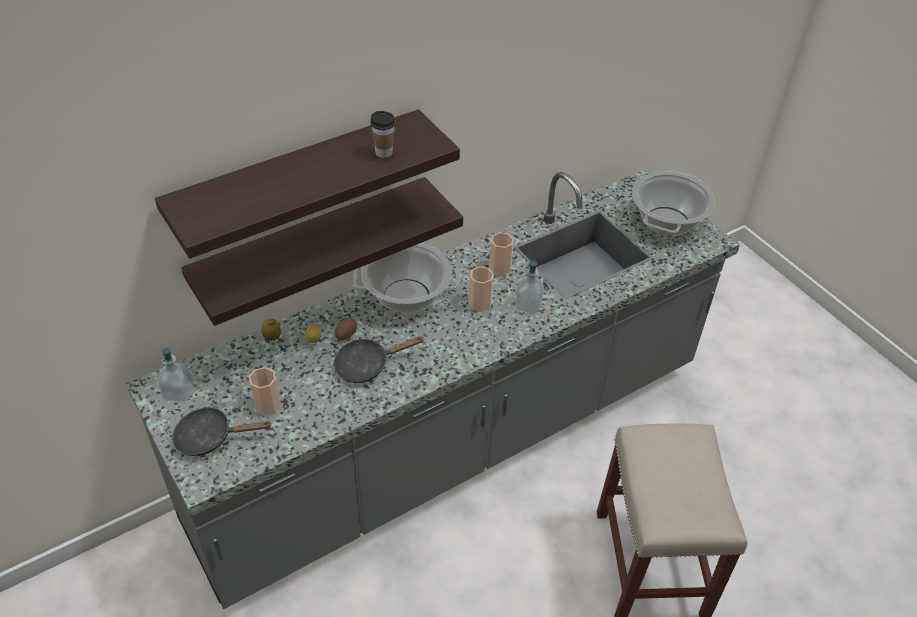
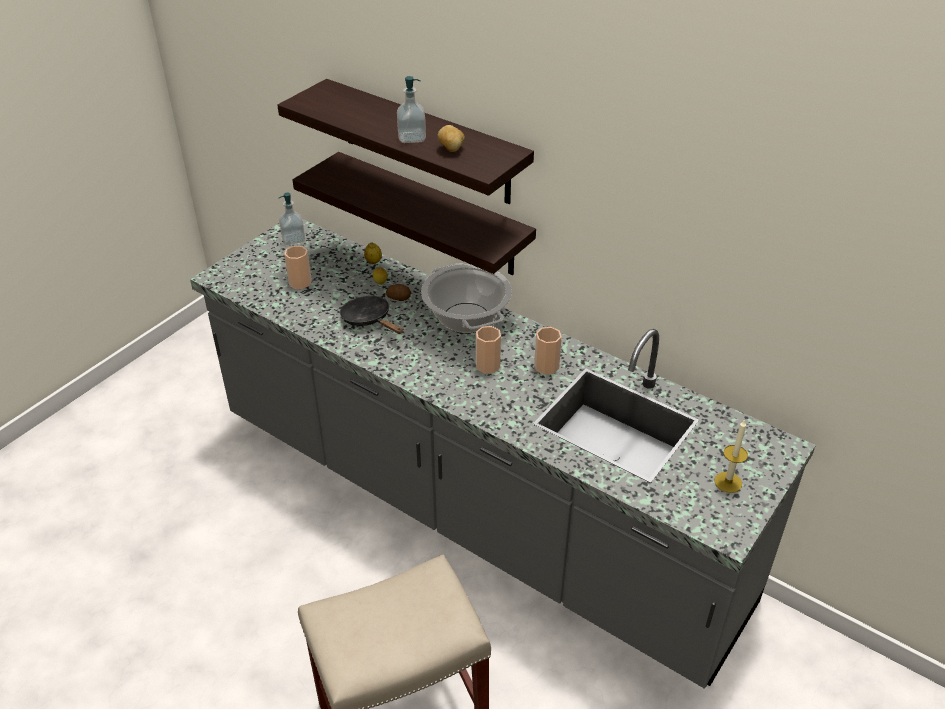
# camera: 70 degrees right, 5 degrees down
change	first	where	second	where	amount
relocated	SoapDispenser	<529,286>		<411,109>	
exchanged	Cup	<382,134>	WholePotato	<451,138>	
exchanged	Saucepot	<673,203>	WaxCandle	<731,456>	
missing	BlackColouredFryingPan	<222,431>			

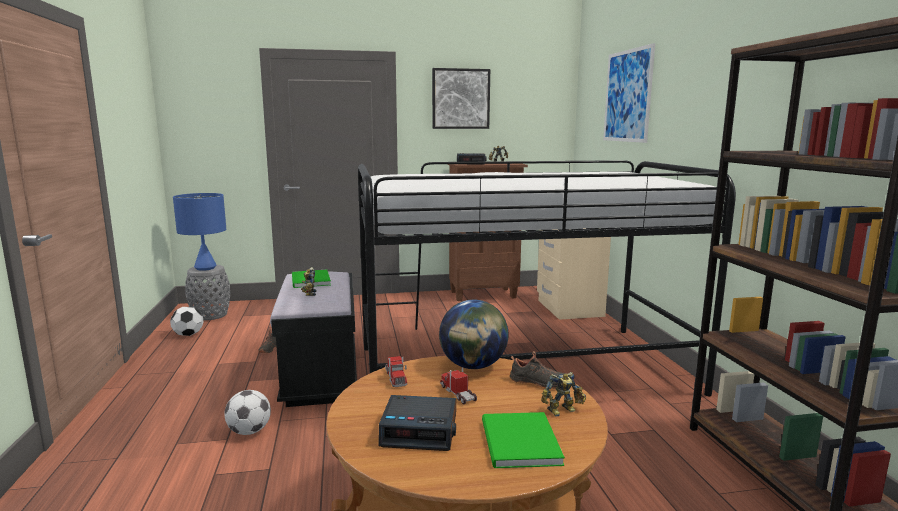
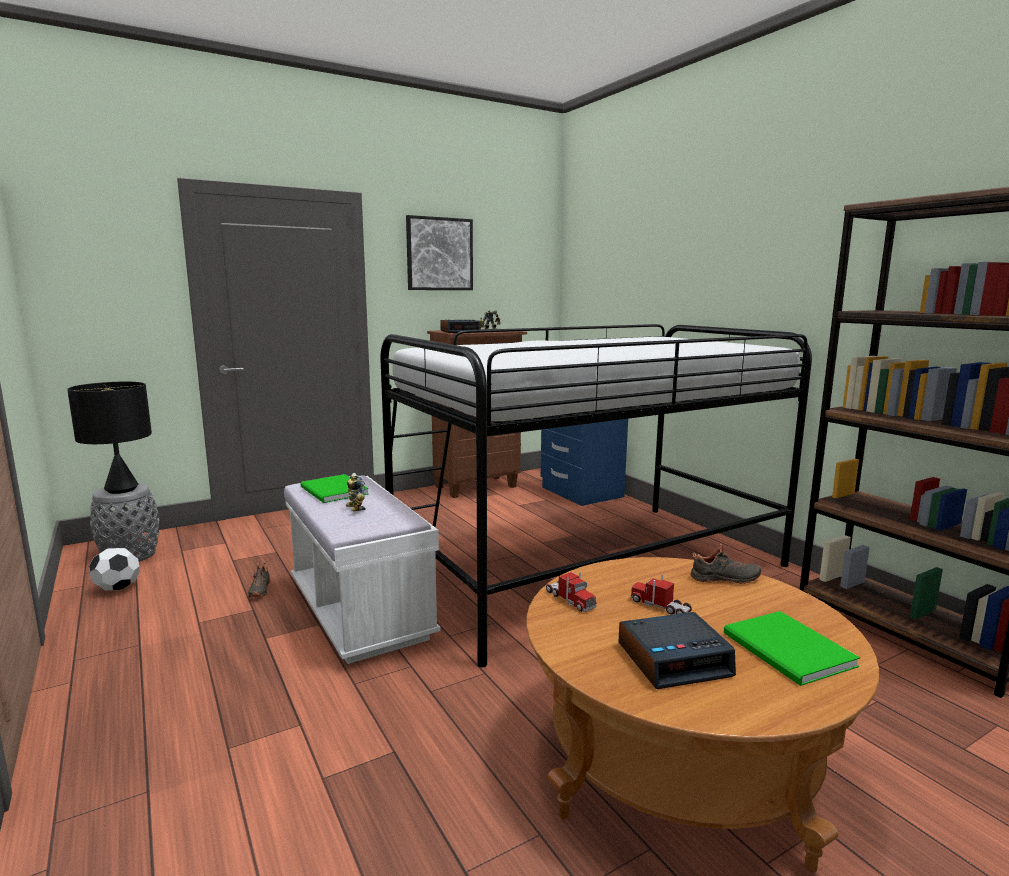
# camera: 20 degrees left, 0 degrees up
change	first	where	second	where	amount
colour	BlueTabletopLamp	<199,232>	BlackColouredTabletopLamp	<109,438>	
colour	BlackColouredBench	<313,339>	WhiteBench	<362,570>	
colour	BeigeBedsideTable	<574,274>	BlueBedsideTable	<584,461>	
missing	Football	<247,412>			
missing	Globe	<474,334>			
missing	ModelRobot	<563,394>			
missing	Picture	<629,93>			

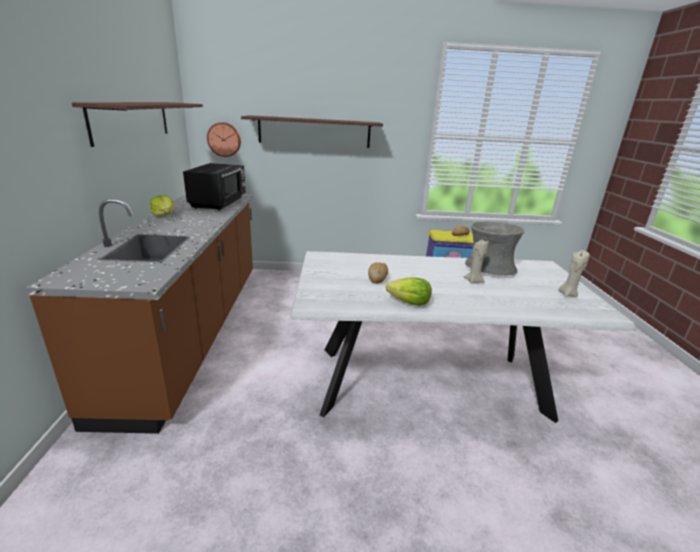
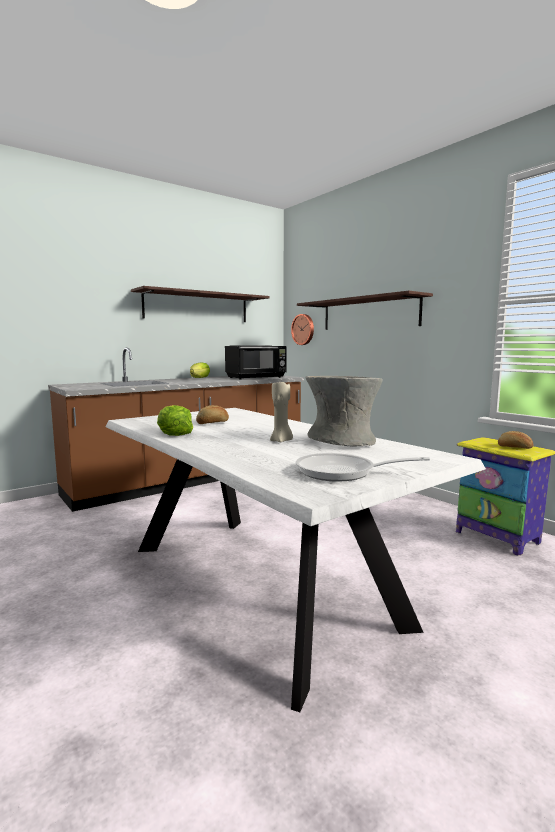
# camera: 55 degrees right, 15 degrees down
change	first	where	second	where	amount
exchanged	BeigeWaxCandle	<574,273>	FryingPan	<363,467>	

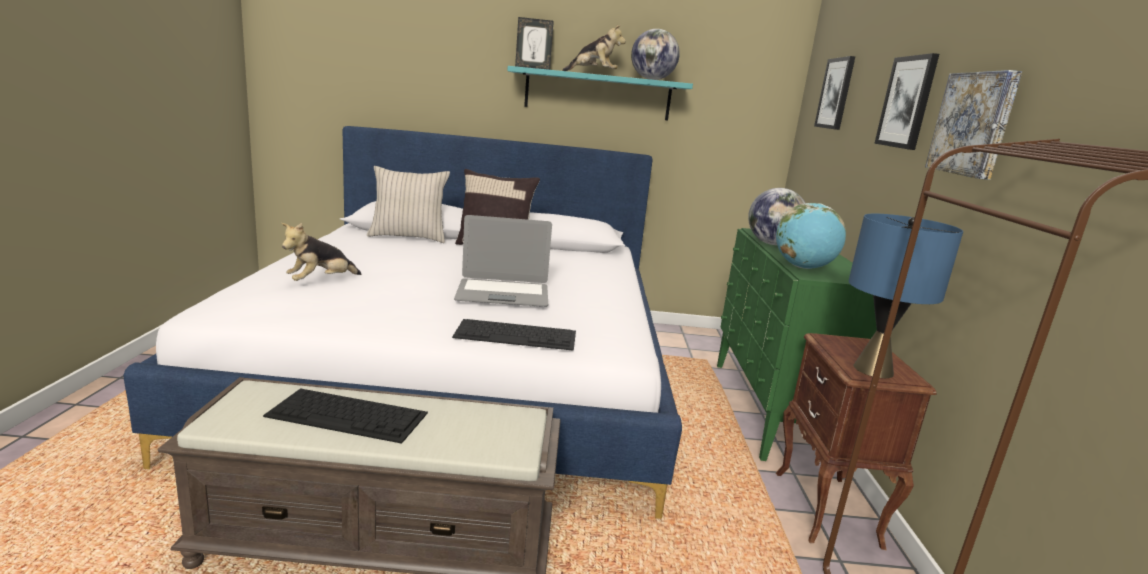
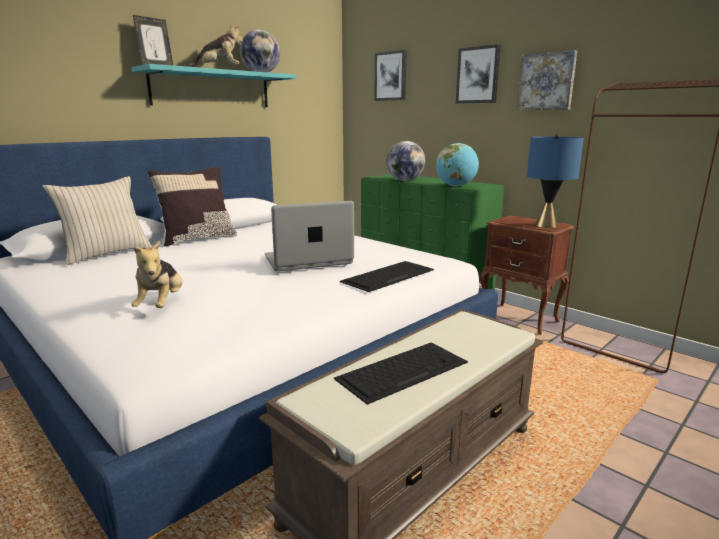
# camera: 45 degrees left, 0 degrees up
change	first	where	second	where	amount
spun	Laptop	<503,261>		<309,236>	150 degrees counterclockwise

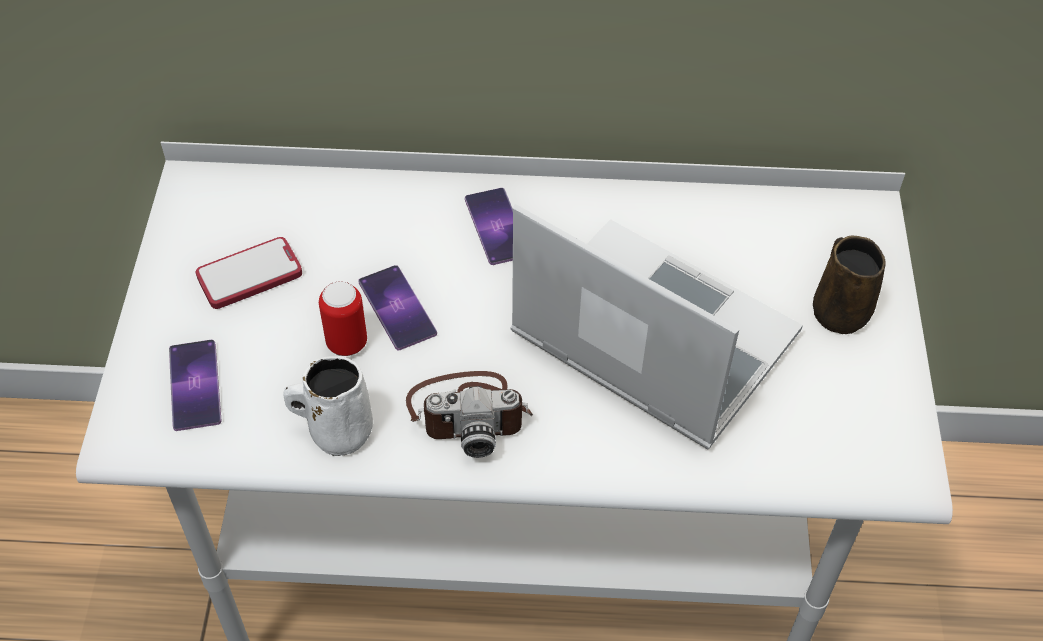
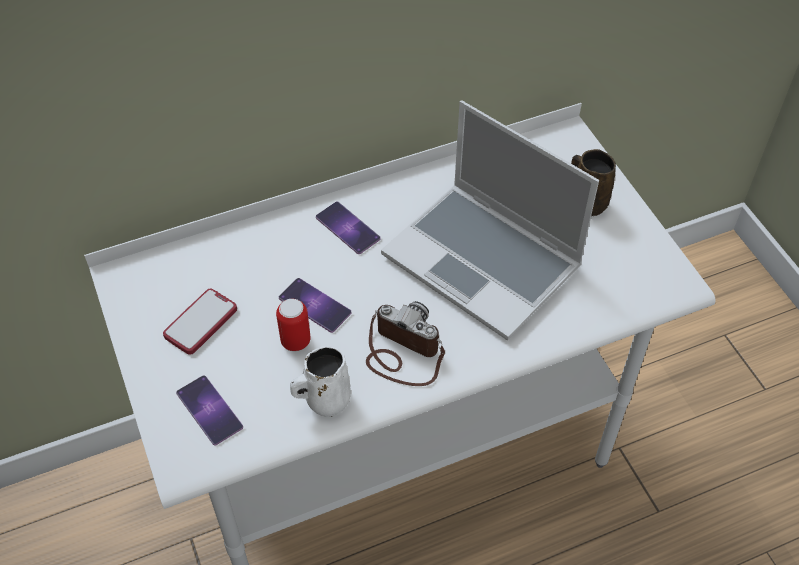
# camera: 25 degrees left, 0 degrees up
change	first	where	second	where	amount
spun	PhotoCamera	<469,414>		<405,343>	120 degrees counterclockwise
spun	Laptop	<657,327>		<490,220>	150 degrees counterclockwise

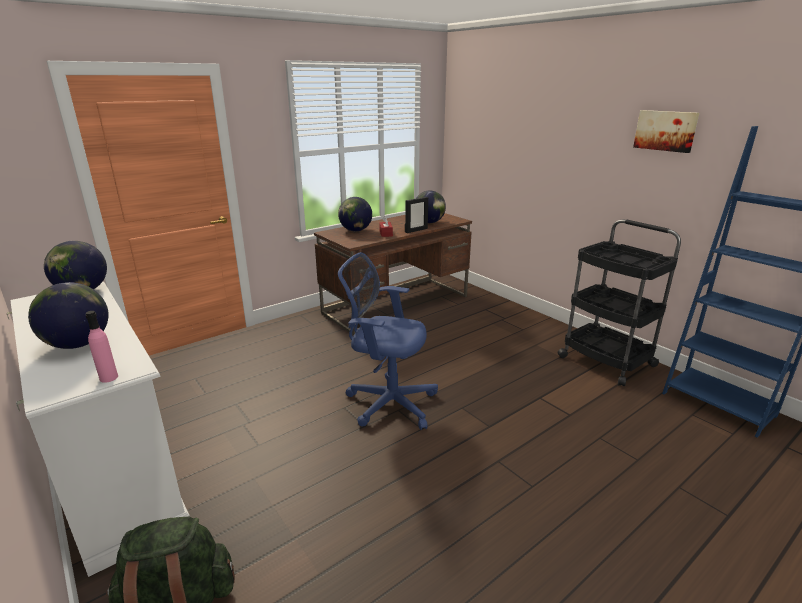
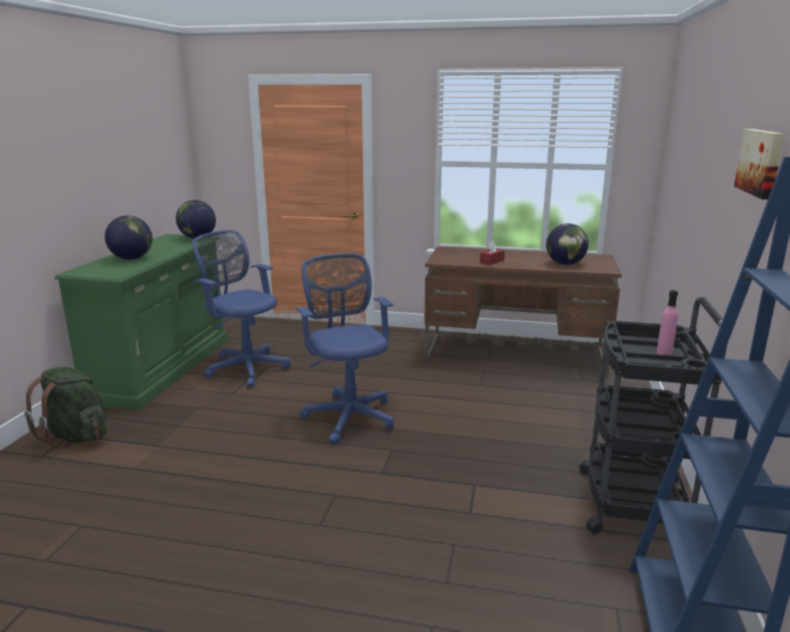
# camera: 50 degrees right, 5 degrees down
change	first	where	second	where	amount
colour	WhiteStorageCabinet	<98,429>	GreenColouredStorageCabinet	<141,322>	
appeared			BlueOfficeChair	<241,308>	
relocated	PinkBottle	<101,347>		<667,323>	
missing	Globe	<355,214>			
missing	PictureFrame	<416,215>			

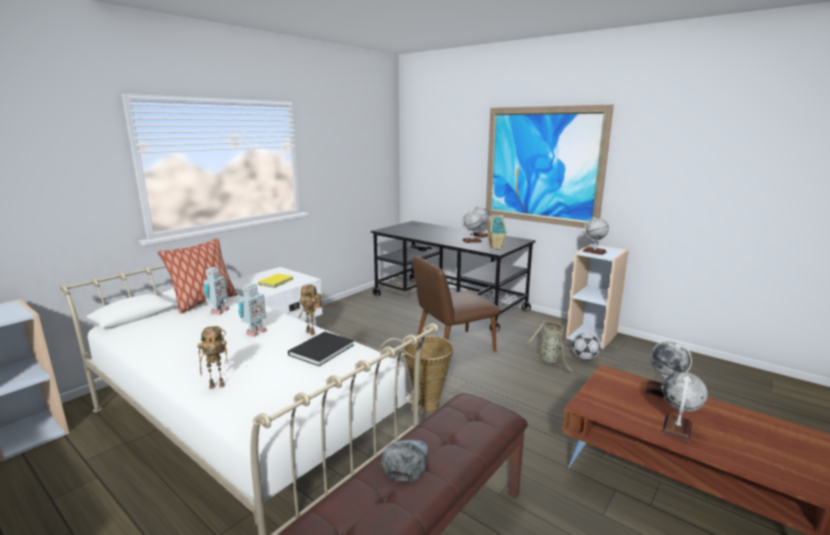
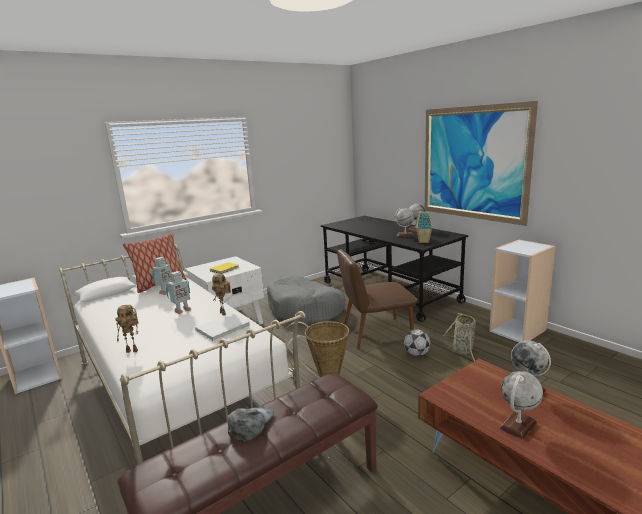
# camera: 15 degrees right, 0 degrees up
change	first	where	second	where	amount
colour	BlackColouredBoundBook	<321,348>	WhiteBoundBook	<222,327>	
appeared			GreyishPetBed	<306,299>	
relocated	Football	<586,346>		<417,342>	
missing	Globe	<595,236>			

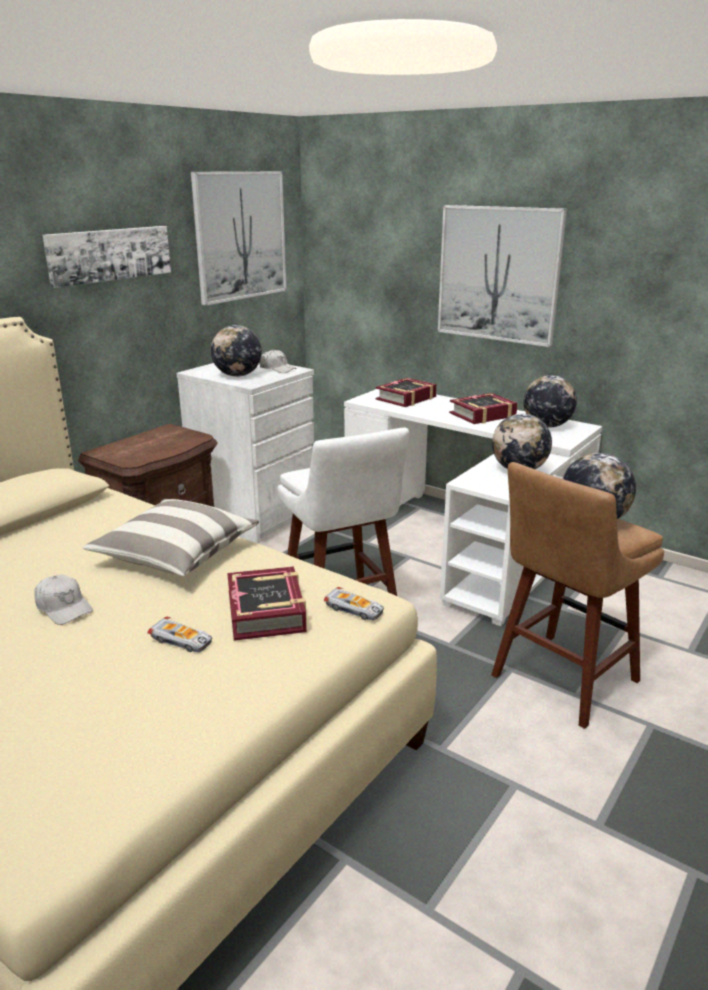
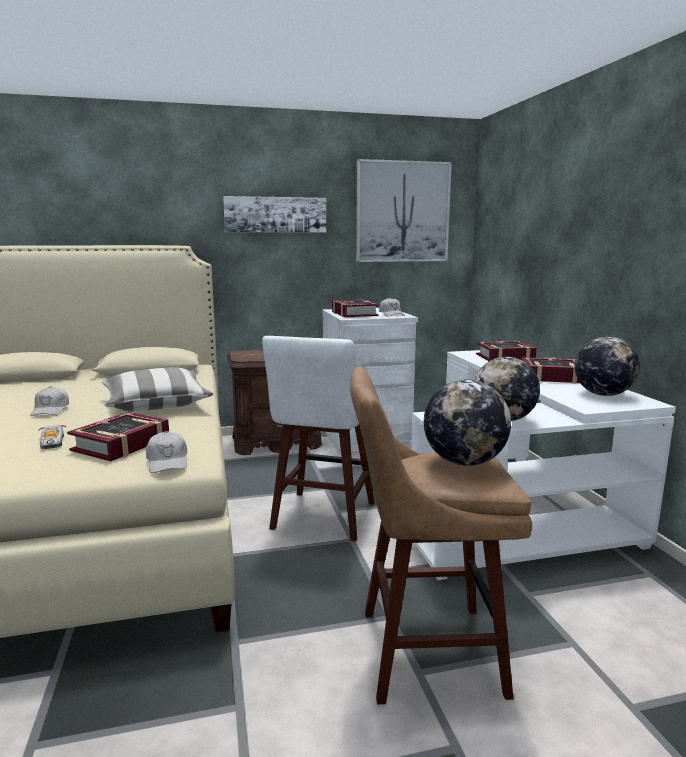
# camera: 40 degrees right, 10 degrees down
change	first	where	second	where	amount
exchanged	ModelCar	<354,604>	WhiteBaseballCap	<166,452>	
exchanged	Globe	<236,351>	BoundBook	<355,308>	
missing	Picture	<502,276>			

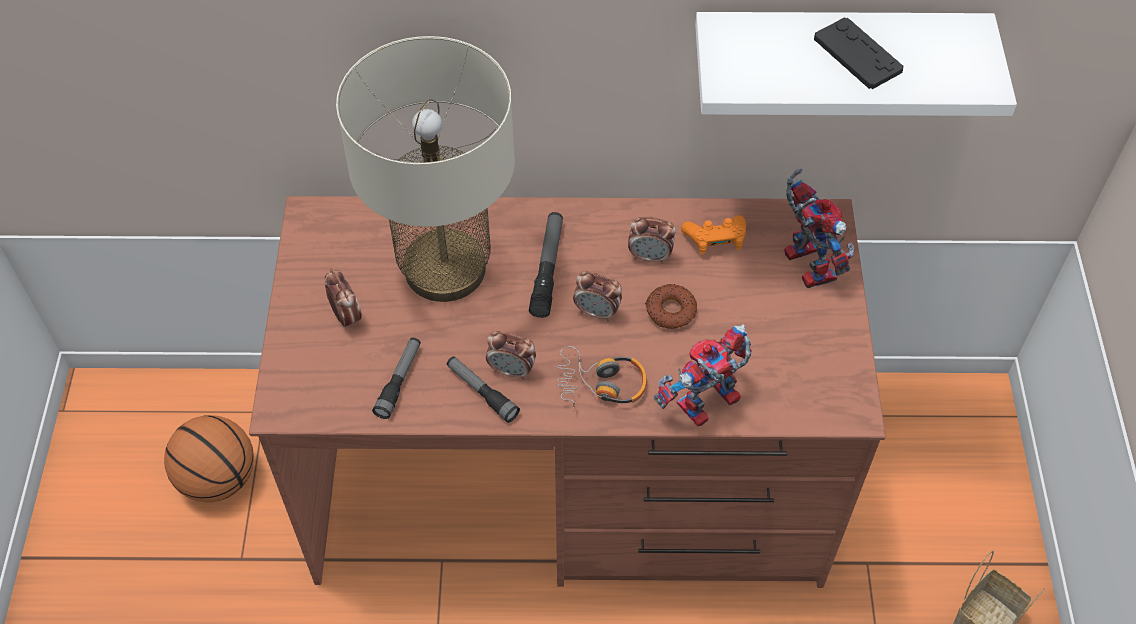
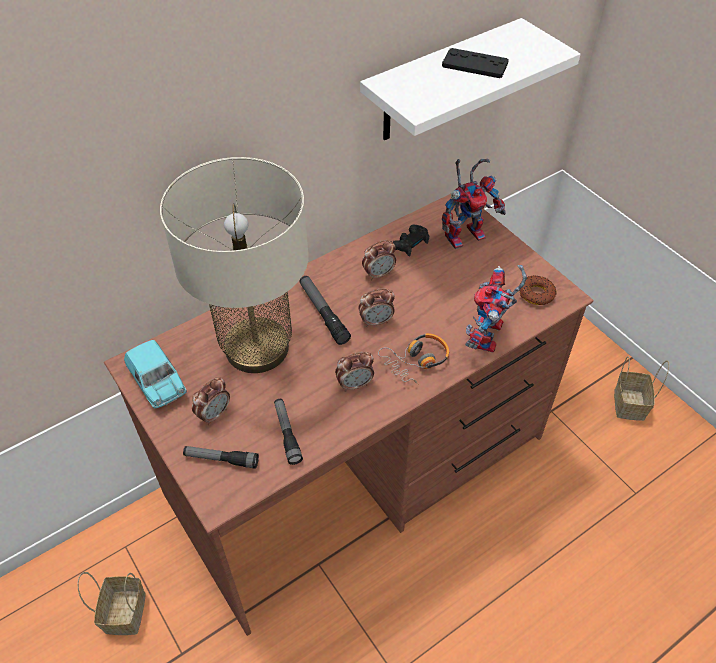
# camera: 35 degrees left, 5 degrees down
change	first	where	second	where	amount
exchanged	BallForBasketball	<209,458>	Basket	<111,603>	
appeared			BlueGreenModelCar	<155,374>	
relocated	Torch	<483,389>		<221,457>	
spun	AlarmClock	<343,299>		<211,401>	105 degrees clockwise
colour	OrangeyGamepad	<713,234>	BlackColouredGamepad	<409,240>	
spun	ModelRobot	<819,228>		<474,204>	120 degrees clockwise
relocated	Doughnut	<671,306>		<538,290>	

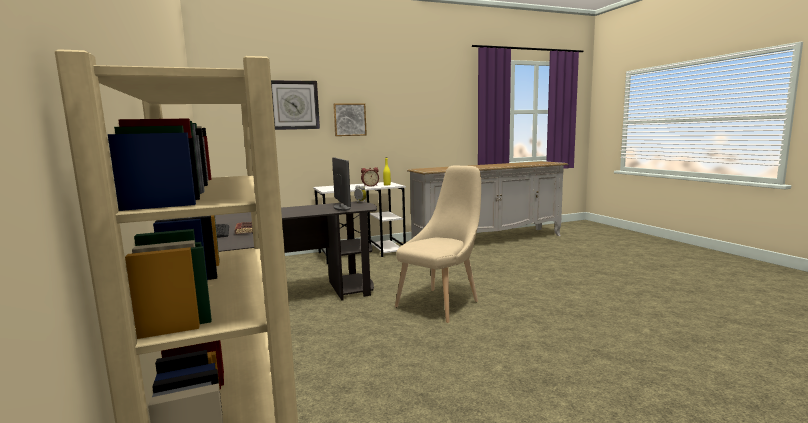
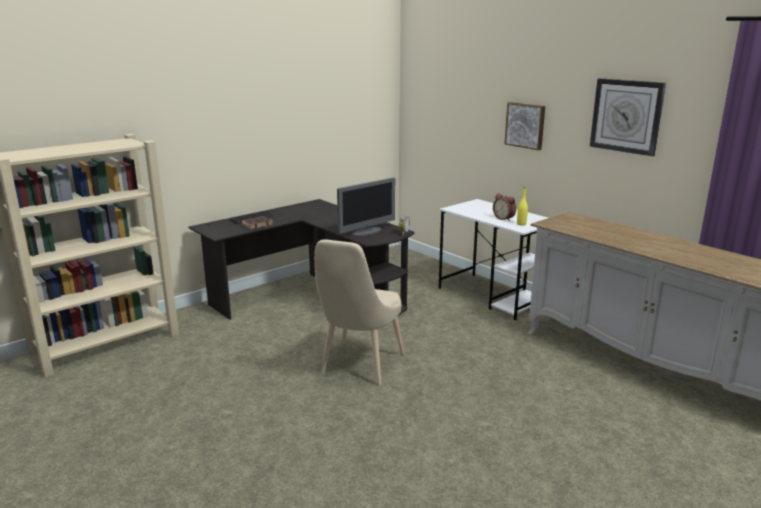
# camera: 70 degrees right, 10 degrees up
change	first	where	second	where	amount
spun	BeigeUprightChair	<438,244>		<359,312>	90 degrees clockwise
relocated	WallClock	<295,105>		<628,117>	

